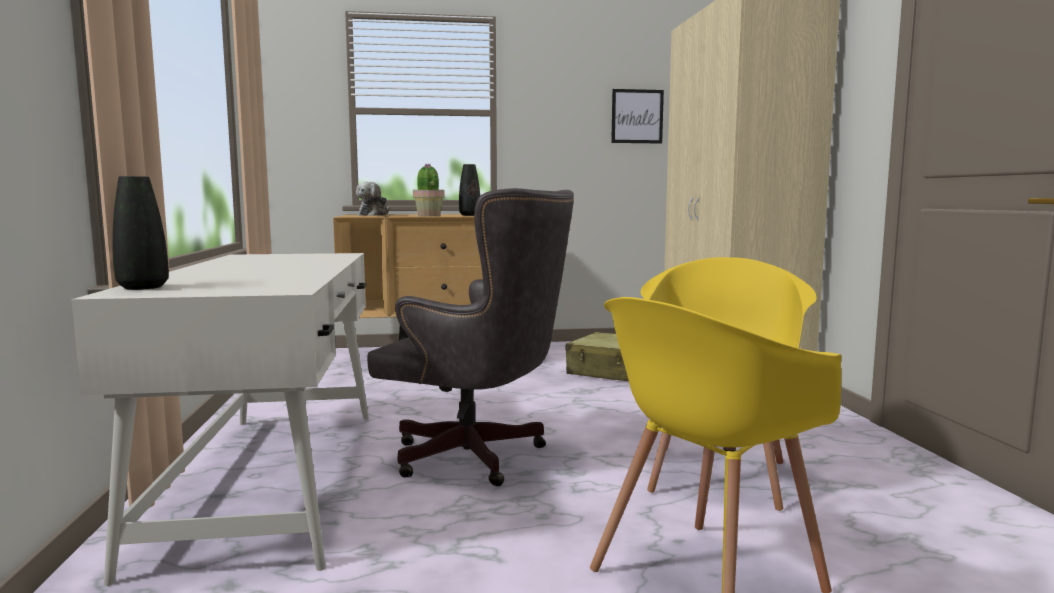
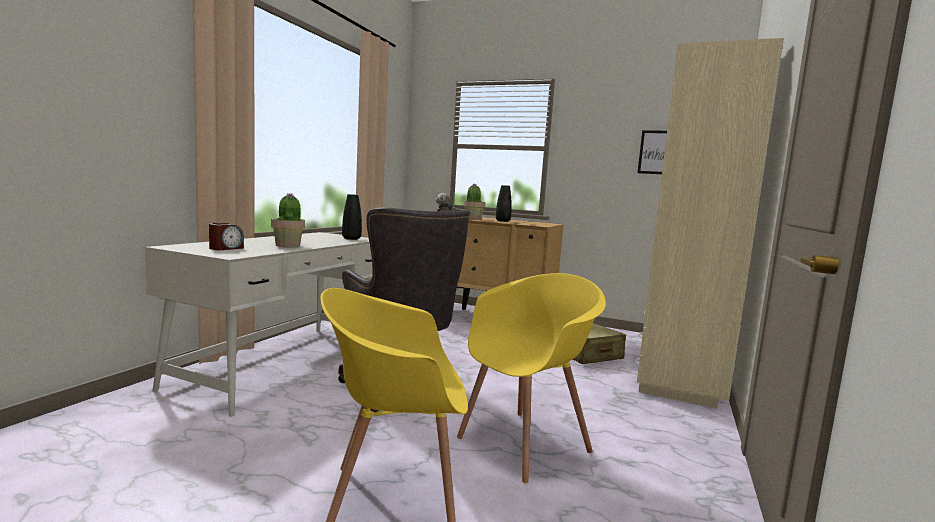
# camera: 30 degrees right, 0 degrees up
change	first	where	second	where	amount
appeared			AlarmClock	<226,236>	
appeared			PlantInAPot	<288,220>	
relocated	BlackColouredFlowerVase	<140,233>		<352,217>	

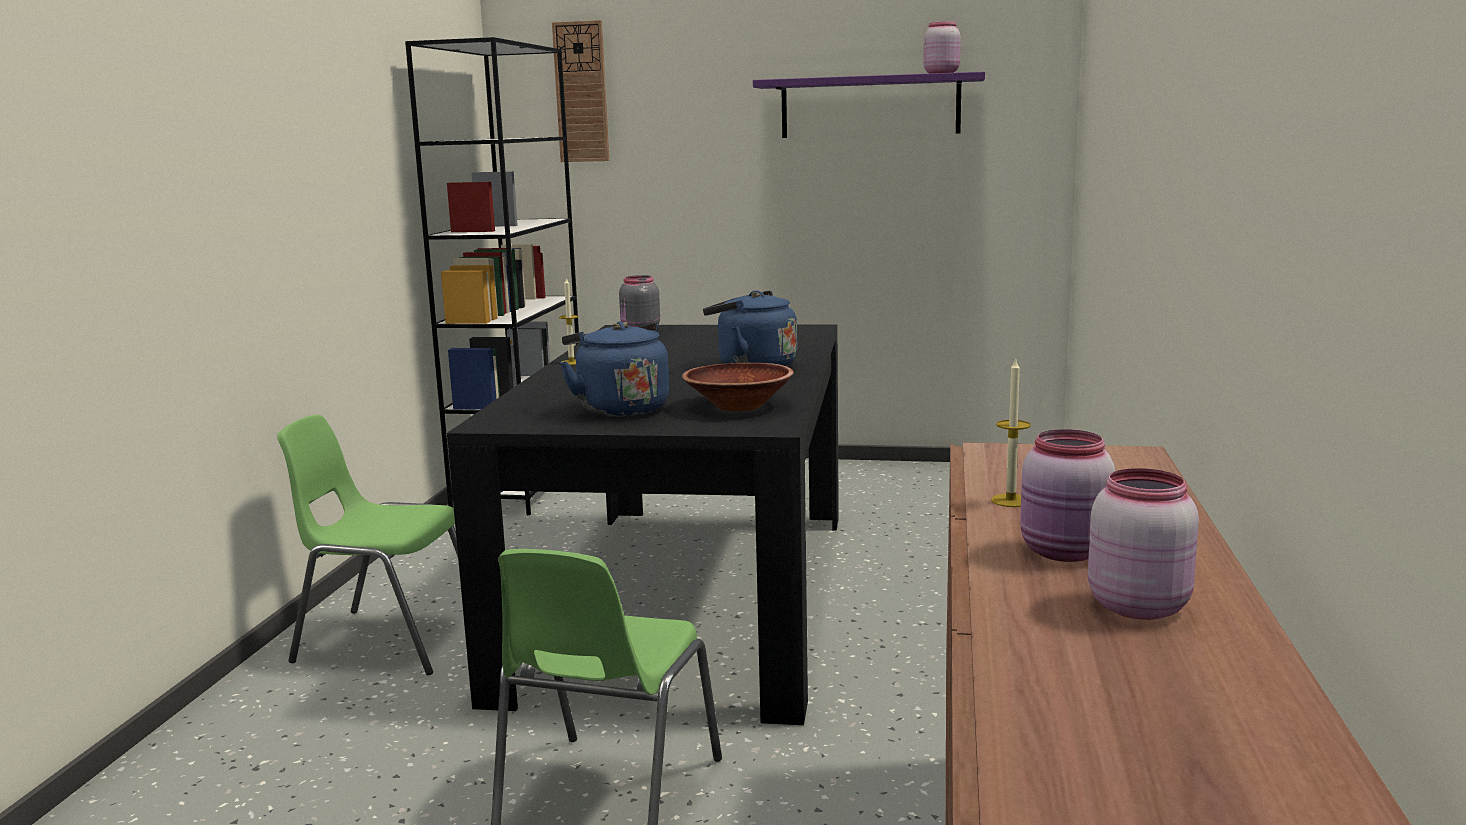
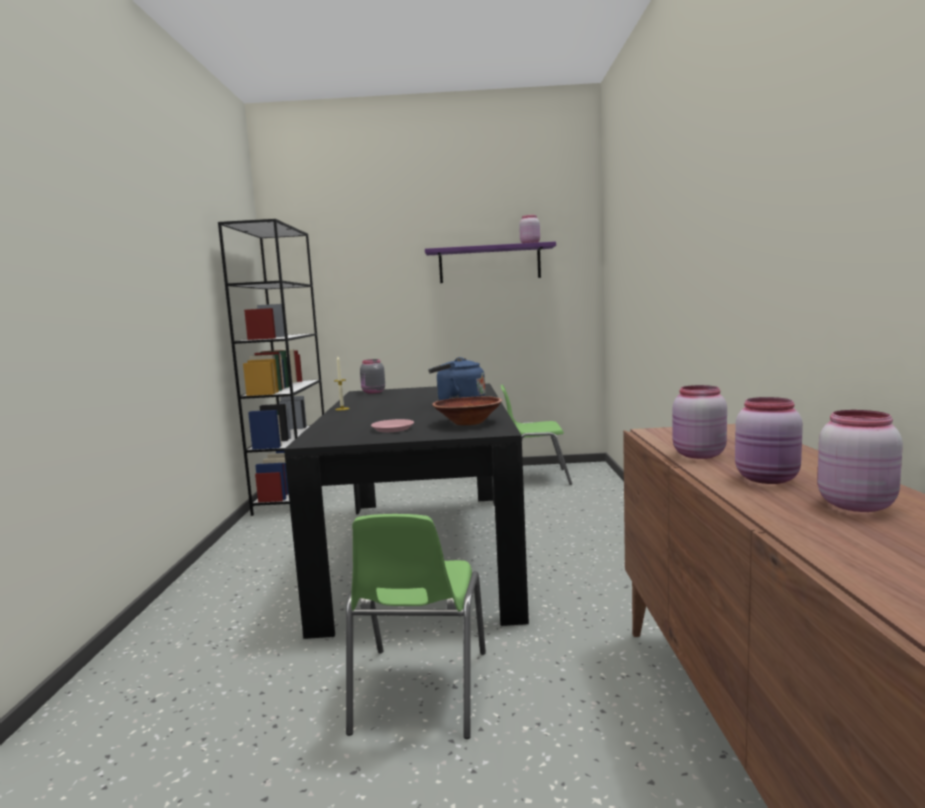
# camera: 10 degrees left, 5 degrees down
change	first	where	second	where	amount
exchanged	BlueWaterKettle	<614,369>	PinkDinnerPlate	<392,425>	
relocated	GreenColouredUprightChair	<367,545>		<536,435>	
exchanged	WaxCandle	<1011,432>	PinkStorageJar	<700,422>	
missing	WallClock	<580,91>			

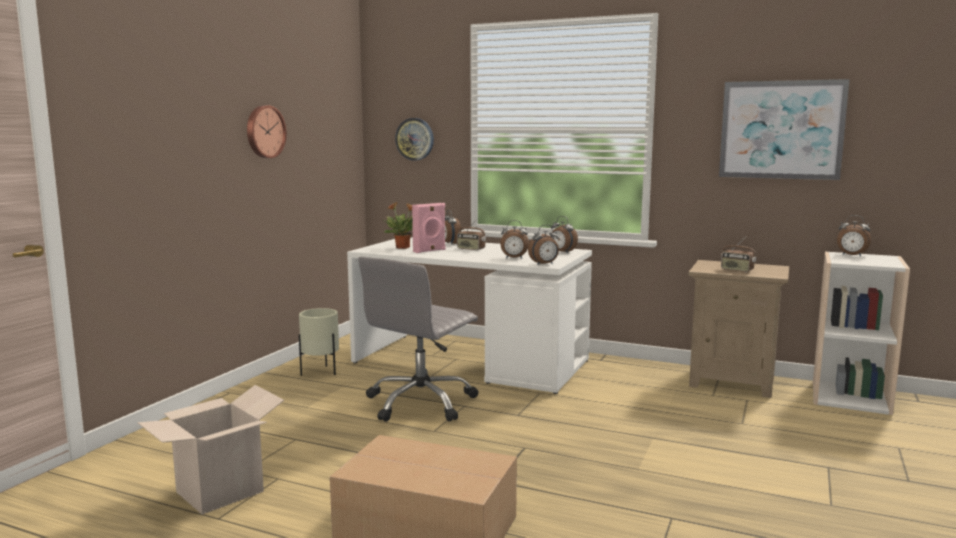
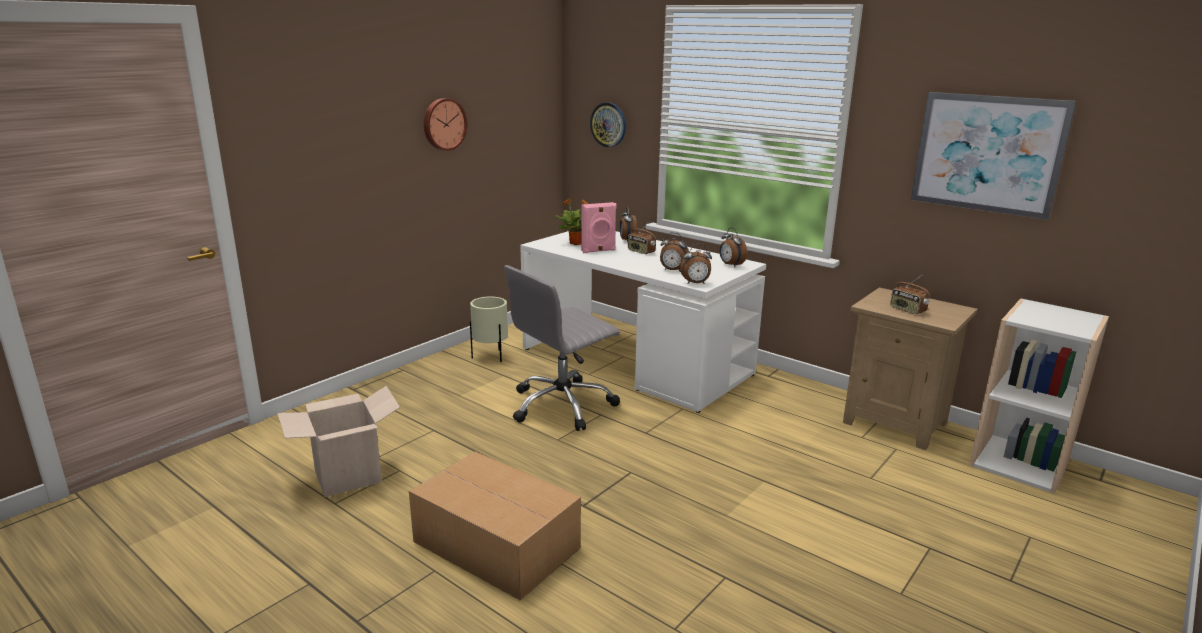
# camera: 15 degrees right, 10 degrees up
change	first	where	second	where	amount
missing	AlarmClock	<854,236>			

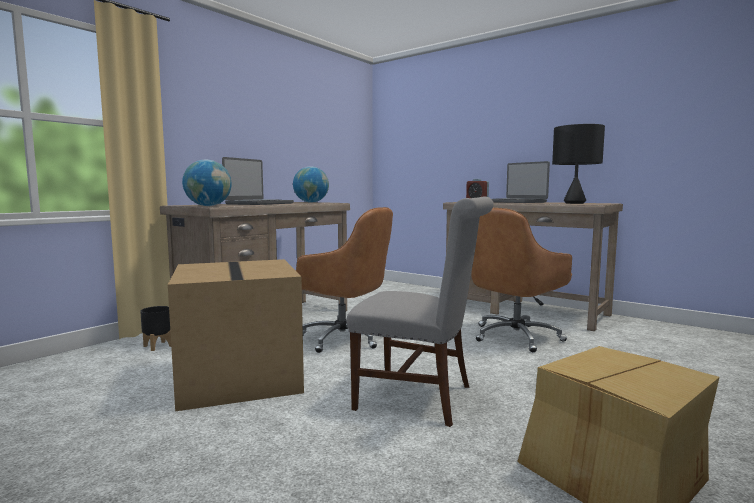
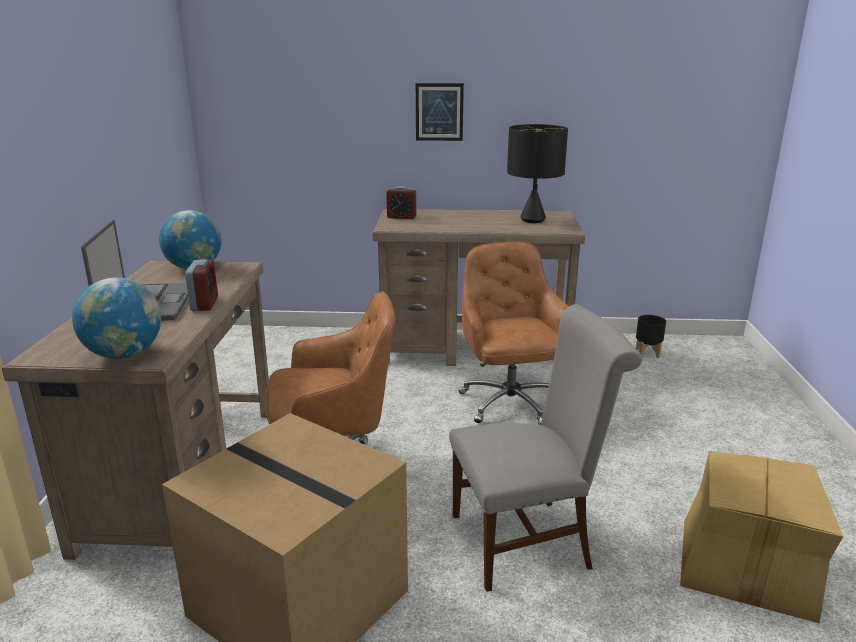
# camera: 35 degrees left, 15 degrees up
change	first	where	second	where	amount
appeared			AlarmClock	<201,285>	
appeared			Picture	<440,112>	
spun	BrownColouredOfficeChair	<521,280>		<514,333>	150 degrees clockwise
relocated	BlackColouredPlanter	<155,328>		<651,336>	
missing	Laptop	<521,182>			

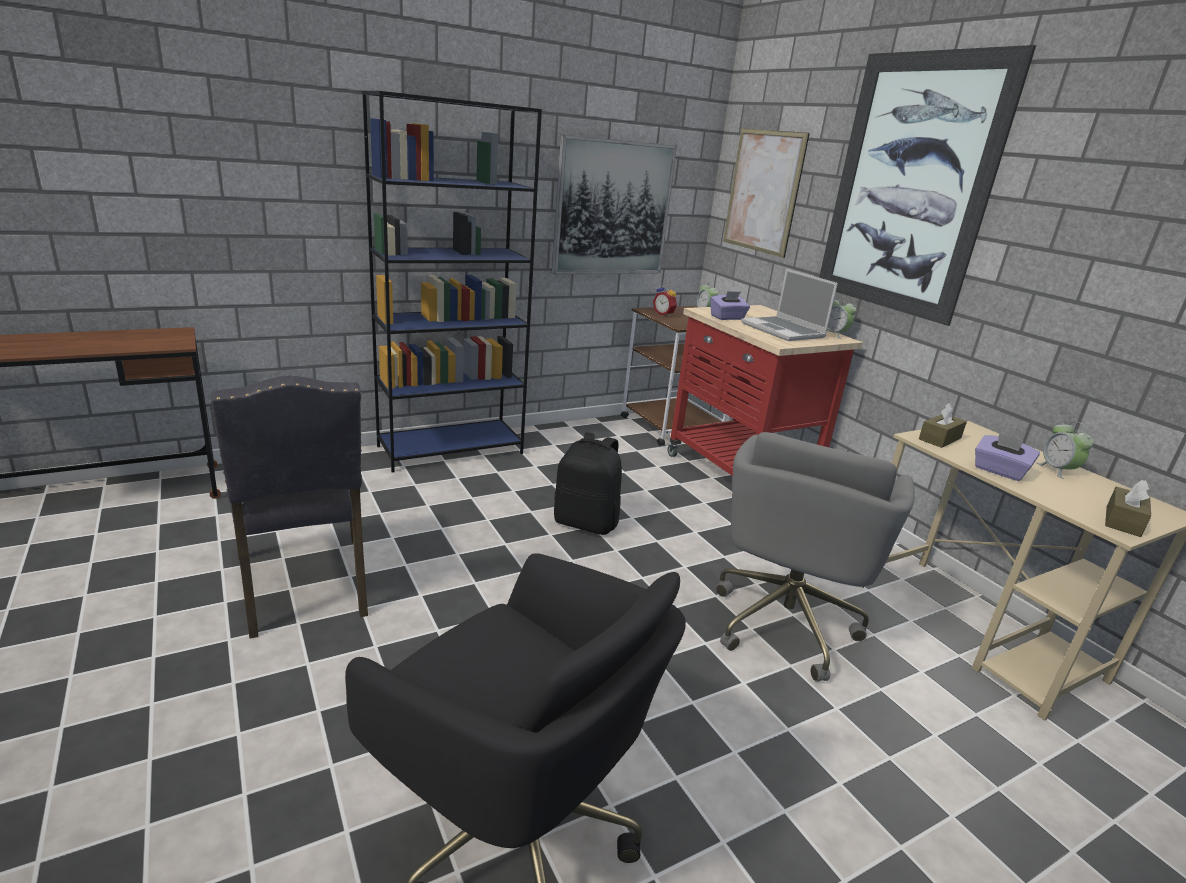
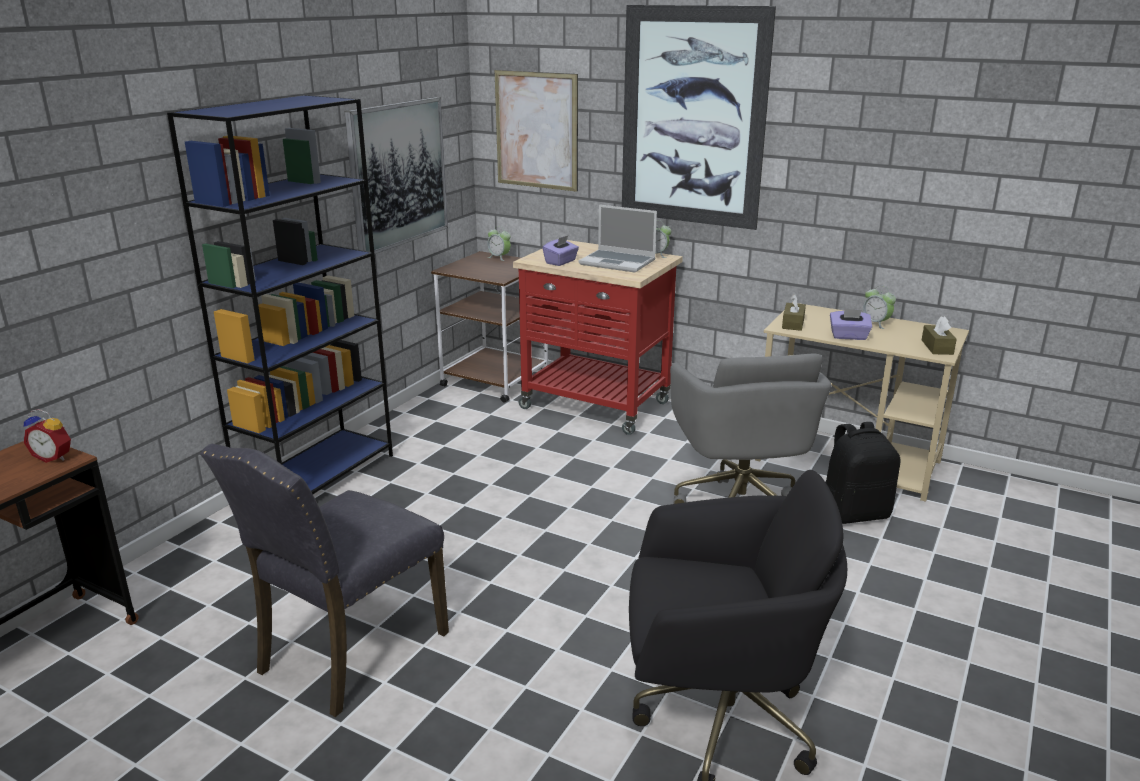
# camera: 30 degrees left, 0 degrees up
change	first	where	second	where	amount
relocated	AlarmClock	<665,300>		<47,436>	
spun	GreyishUprightChair	<289,507>		<324,580>	90 degrees clockwise
relocated	BlackColouredBackpack	<588,483>		<863,473>	

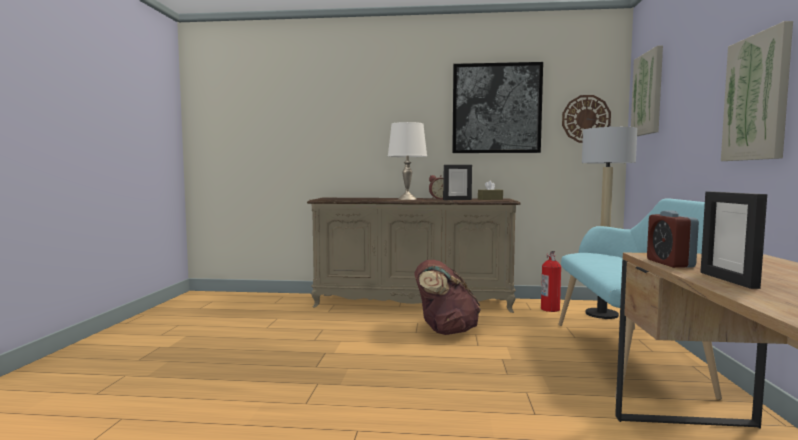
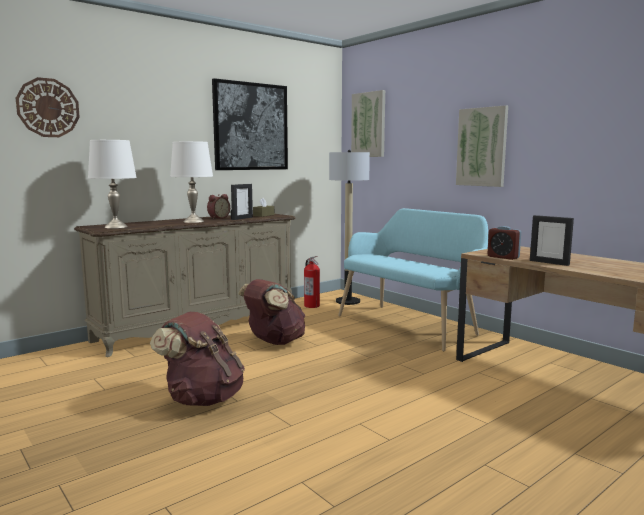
# camera: 45 degrees left, 5 degrees up
change	first	where	second	where	amount
relocated	WallClock	<586,119>		<48,107>	
appeared			WhiteTabletopLamp	<112,184>	
appeared			BrownColouredBackpack	<197,359>	

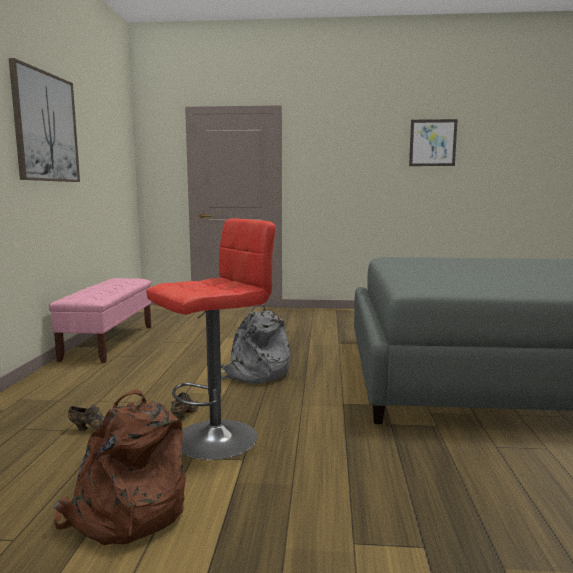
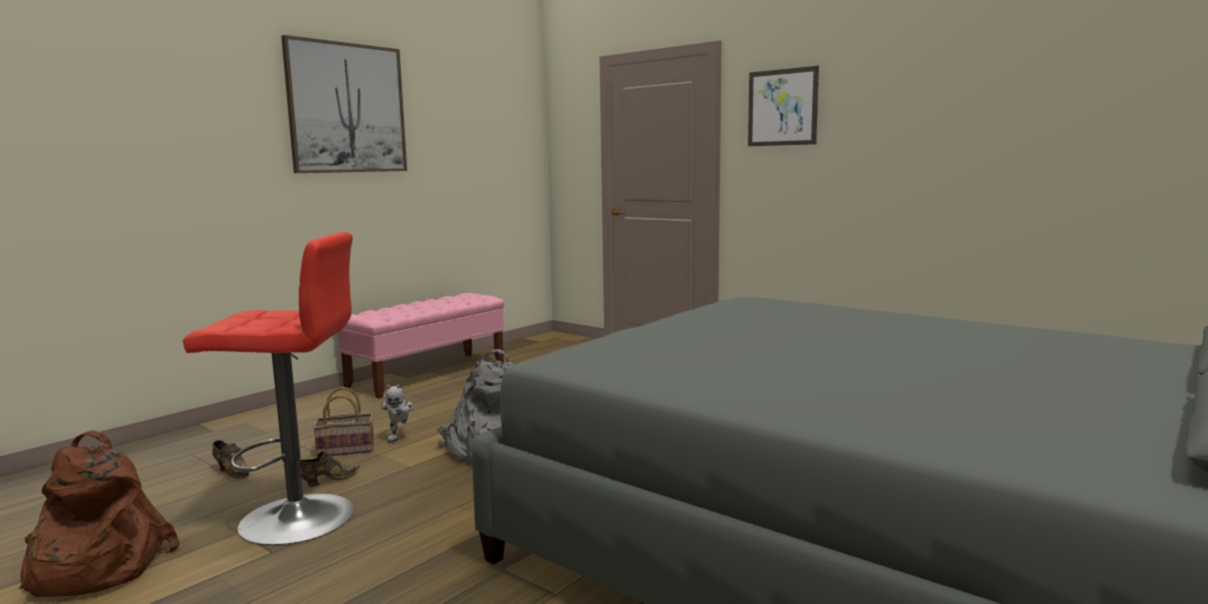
# camera: 35 degrees right, 0 degrees up
change	first	where	second	where	amount
appeared			Basket	<343,422>	
appeared			ModelRobot	<397,413>	
relocated	Picture	<433,142>		<783,106>	

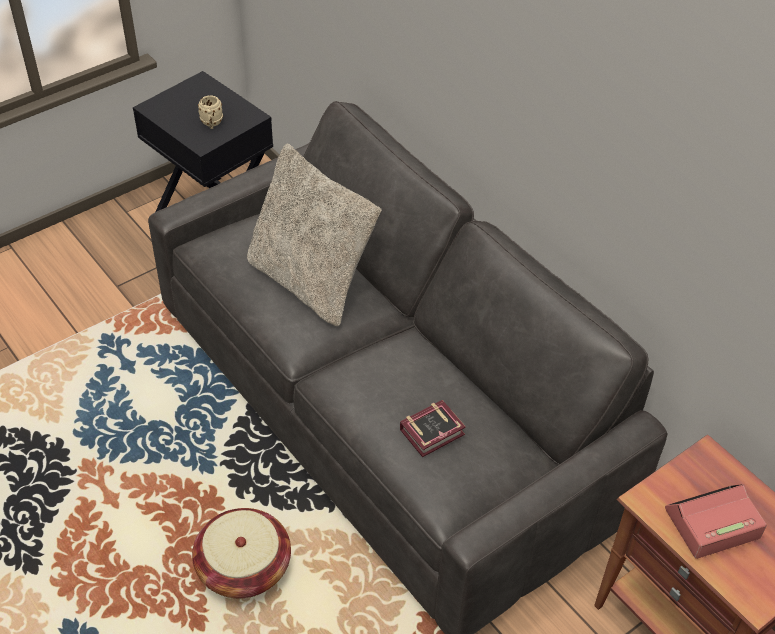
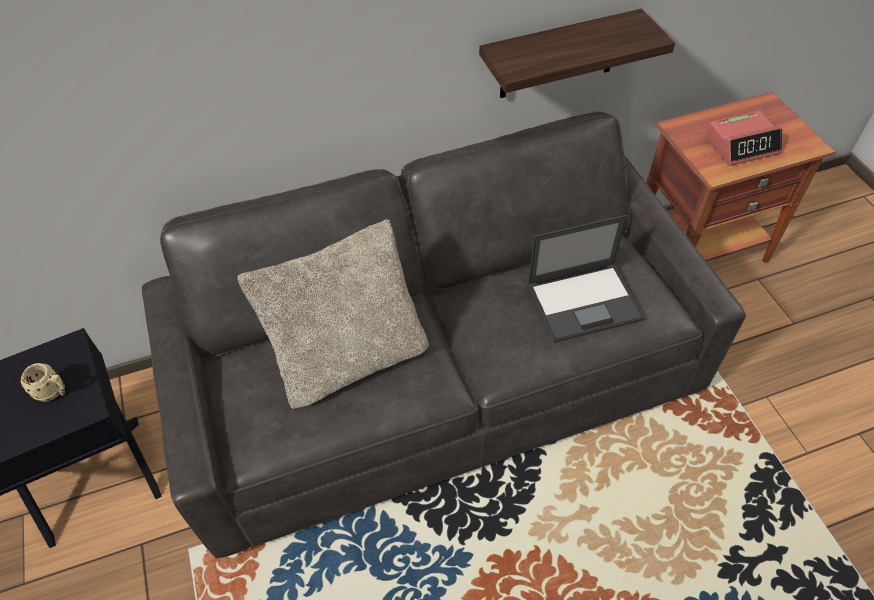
# camera: 70 degrees left, 5 degrees up
change	first	where	second	where	amount
appeared			WallShelf	<577,53>	
exchanged	BoundBook	<433,428>	Laptop	<585,279>	
spun	AlarmClock	<716,521>		<743,138>	105 degrees counterclockwise
missing	Basket	<241,553>			

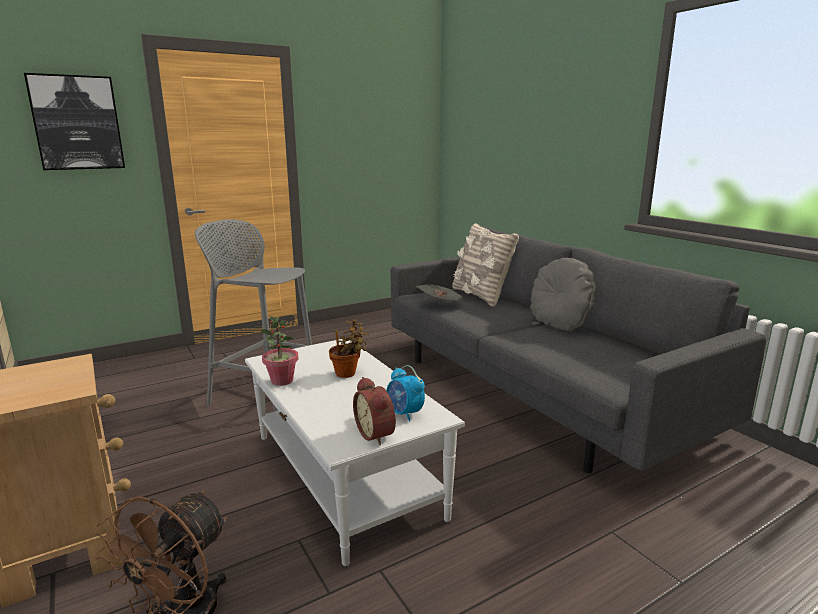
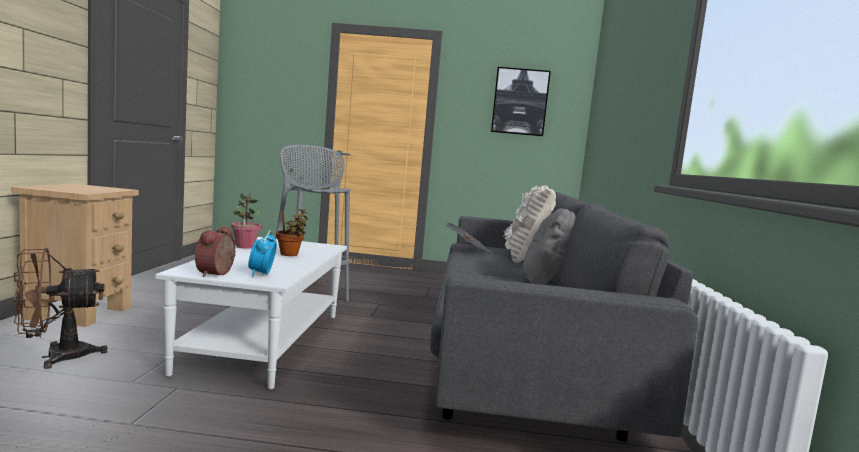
# camera: 35 degrees right, 10 degrees down
change	first	where	second	where	amount
relocated	Picture	<74,121>		<521,101>	

